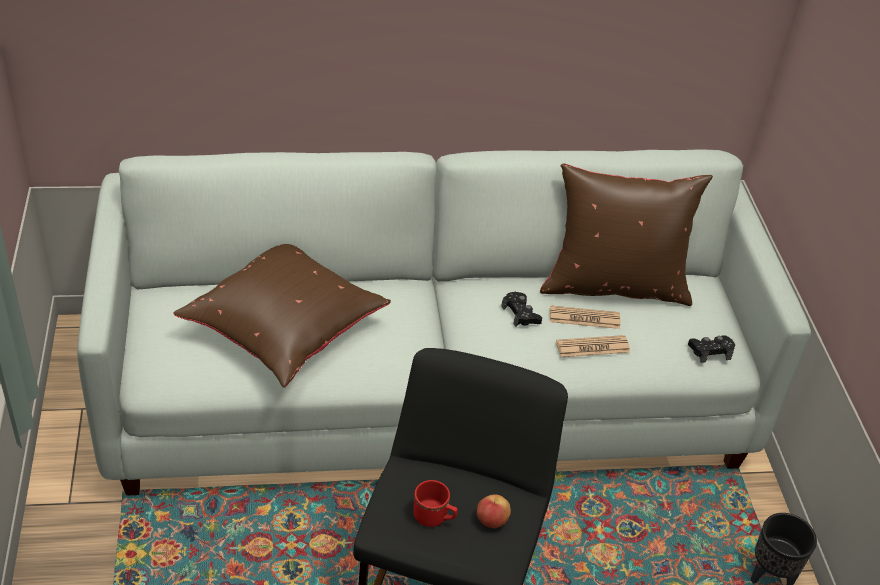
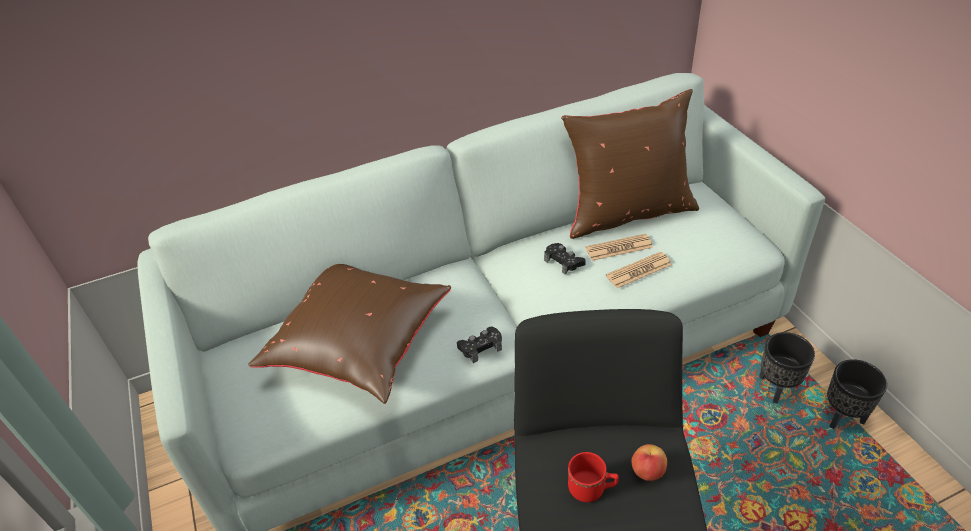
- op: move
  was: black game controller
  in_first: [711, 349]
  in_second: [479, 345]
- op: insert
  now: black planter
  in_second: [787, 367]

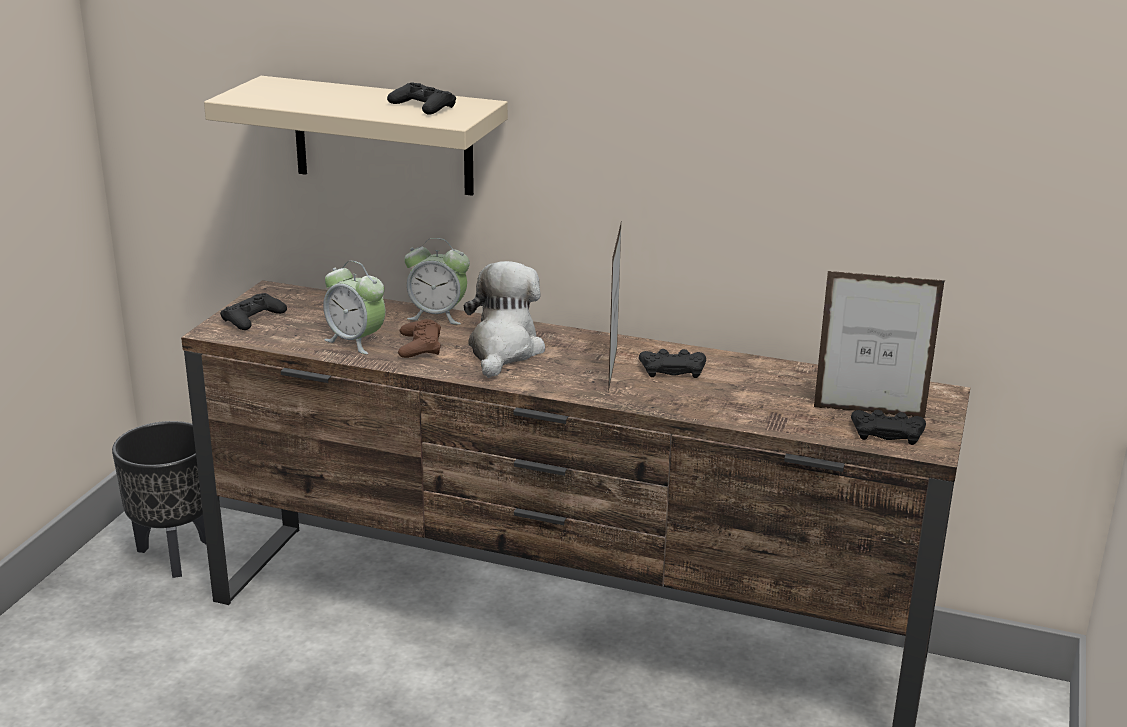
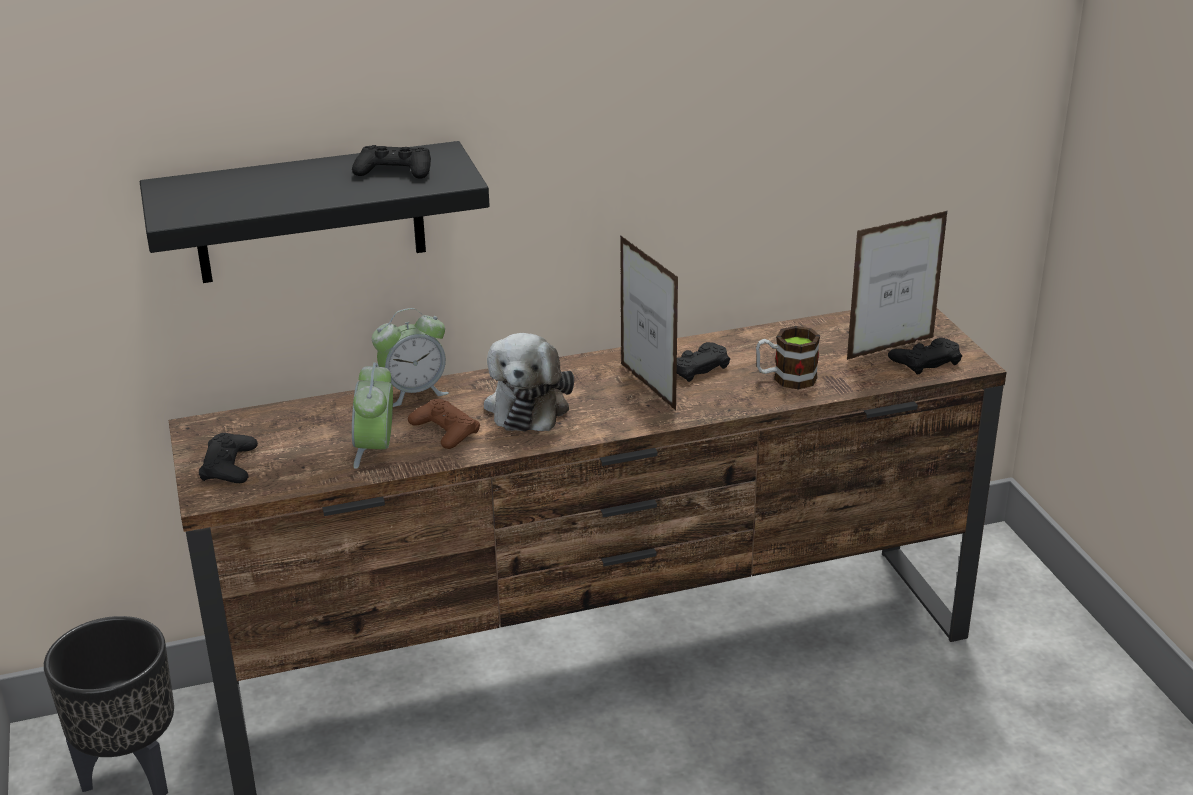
- op: recolor
  was: beige shelf
  now: black shelf
  in_first: [356, 136]
  in_second: [315, 212]
- op: rotate
  was: alarm clock
  in_first: [354, 307]
  in_second: [372, 415]
  clockwise: 90
- op: rotate
  was: plush toy
  in_first: [504, 319]
  in_second: [529, 382]
  clockwise: -150
- op: insert
  now: mug
  in_second: [788, 357]

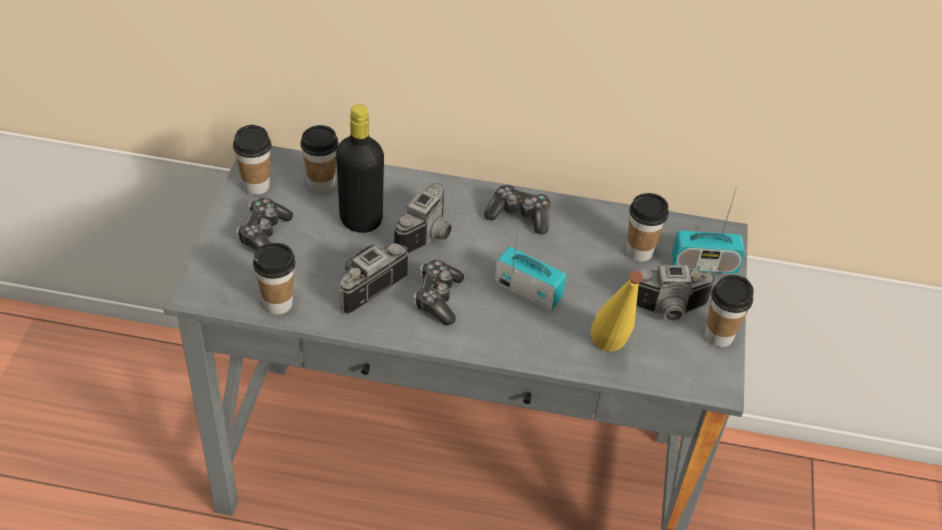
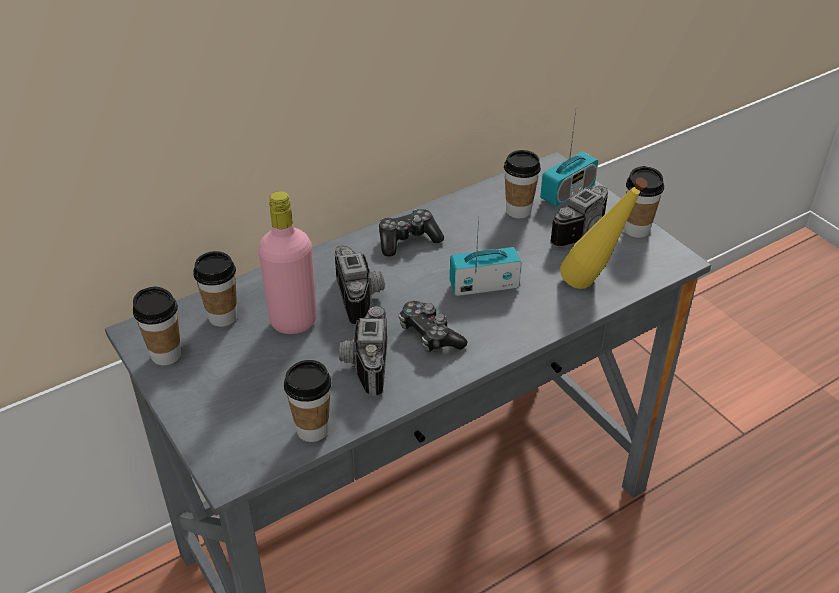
- op: delete
  was: game controller
  in_first: [265, 224]
- op: recolor
  was: black bottle
  now: pink bottle
  in_first: [360, 168]
  in_second: [287, 262]

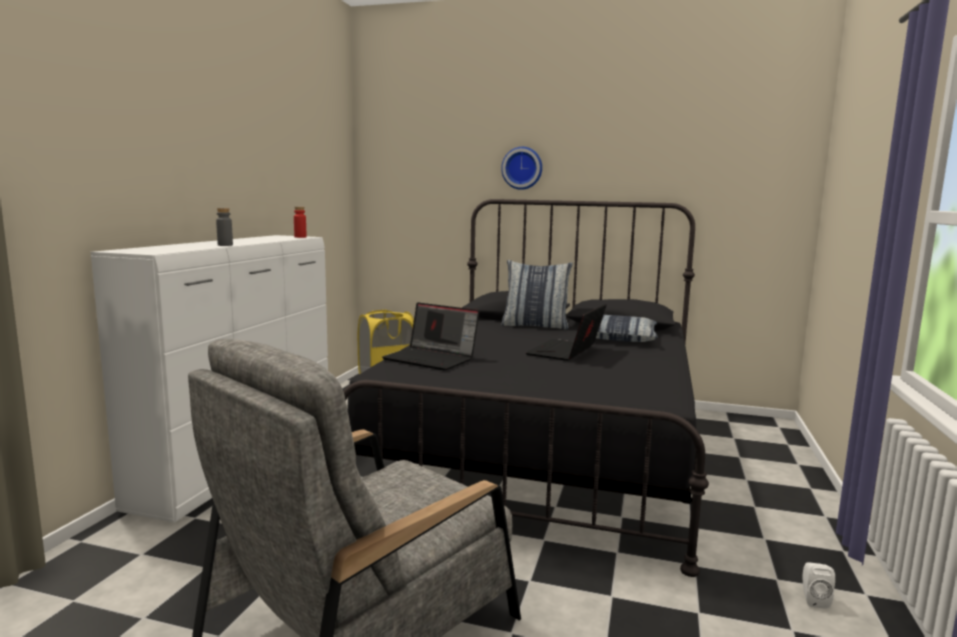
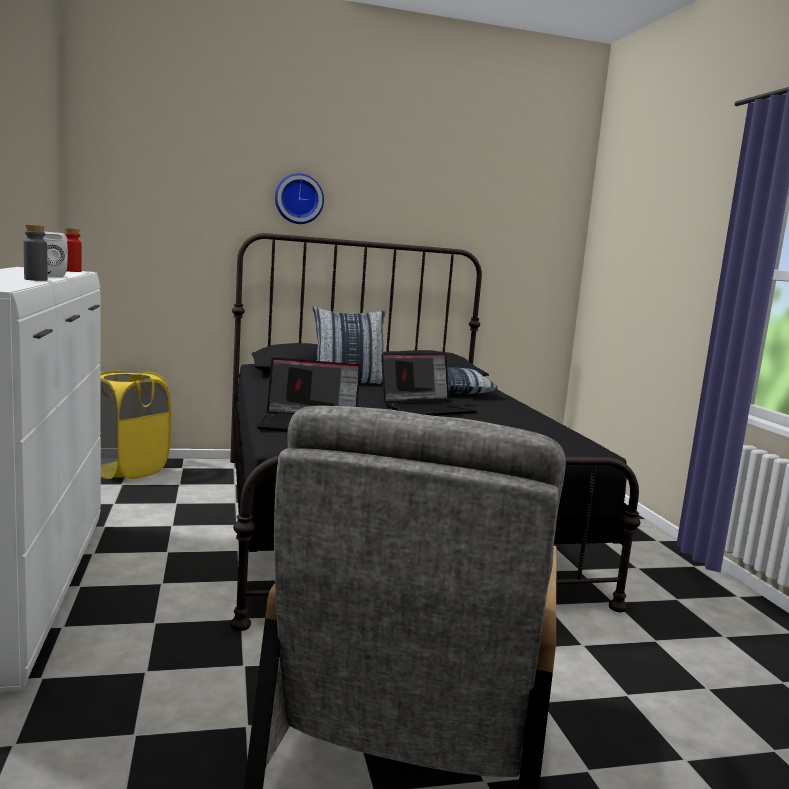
- op: rotate
  was: laptop
  in_first: [566, 332]
  in_second: [429, 384]
  clockwise: -120
- op: move
  was: white speaker
  in_first: [818, 585]
  in_second: [55, 254]

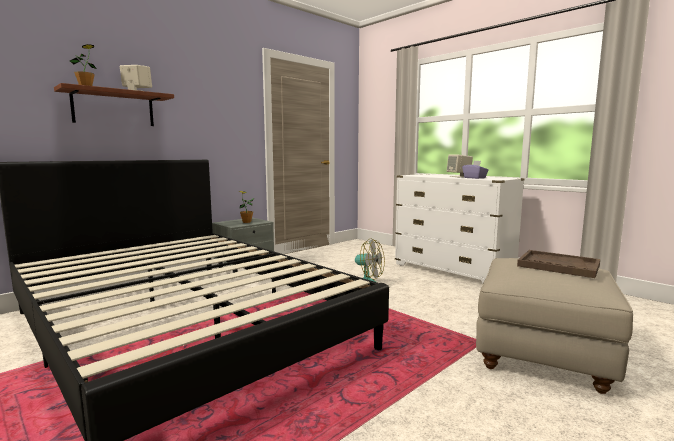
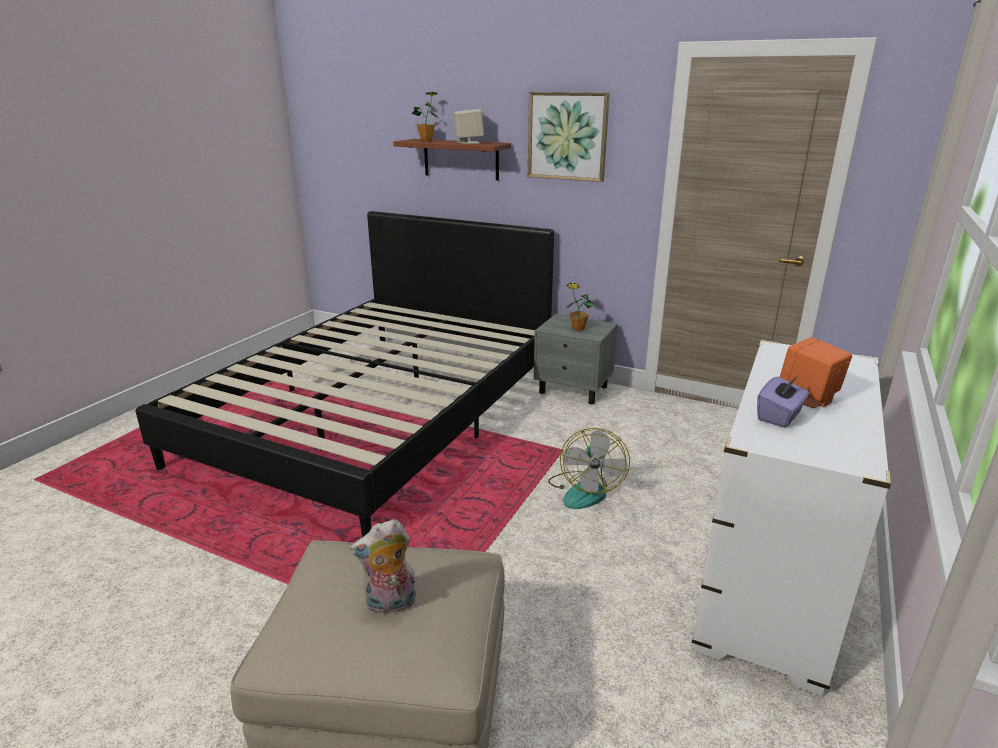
- op: recolor
  was: beige speaker
  now: orange speaker
  in_first: [460, 166]
  in_second: [816, 372]
- op: replace
  was: brown tray
  now: plush toy
  in_first: [558, 264]
  in_second: [383, 566]
- op: insert
  now: picture
  in_second: [569, 137]

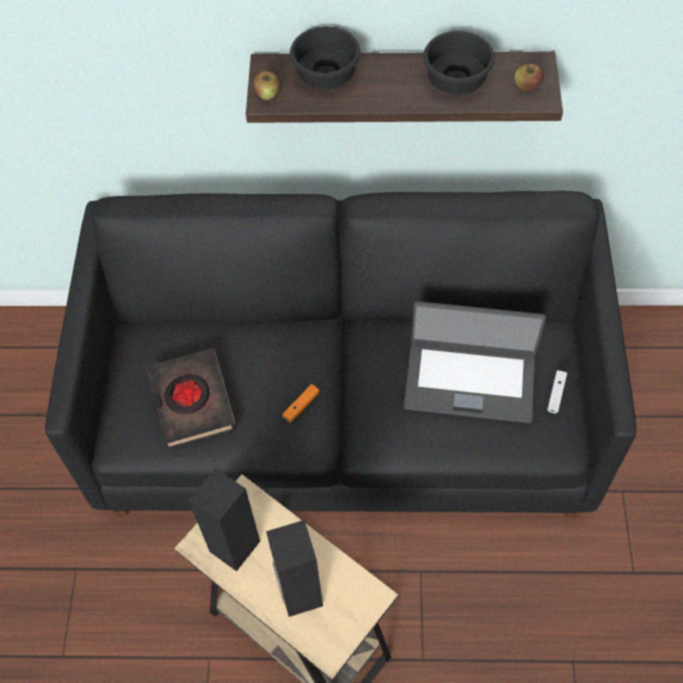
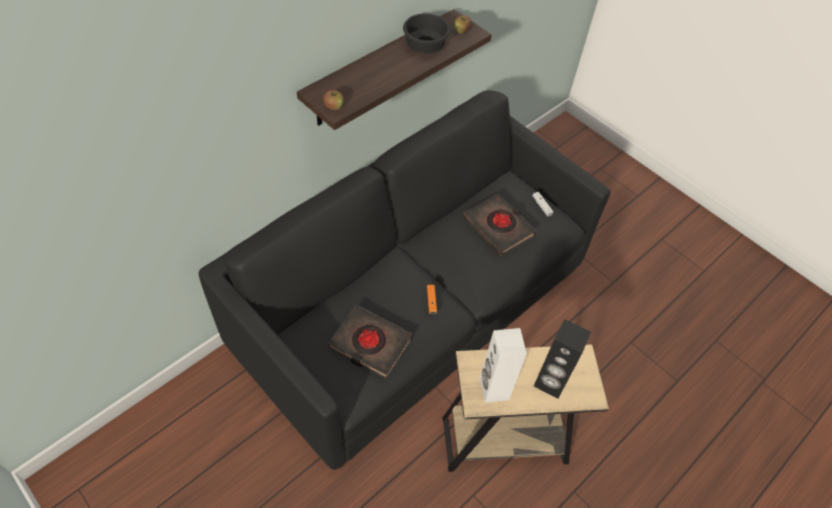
- op: recolor
  was: black speaker
  now: white speaker
  in_first: [224, 519]
  in_second: [503, 365]
- op: delete
  was: black bowl
  in_first: [325, 57]
- op: replace
  was: laptop
  now: black book
  in_first: [475, 362]
  in_second: [500, 224]

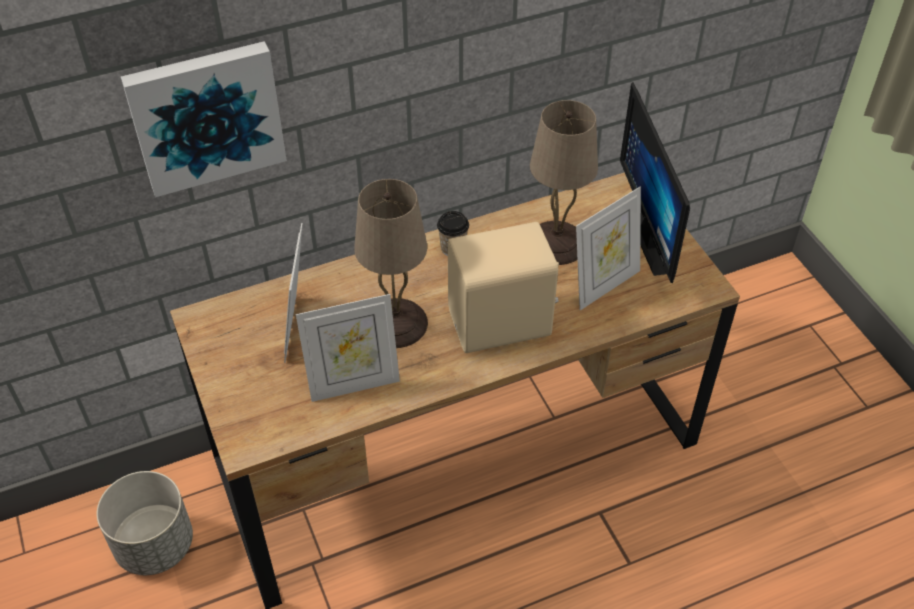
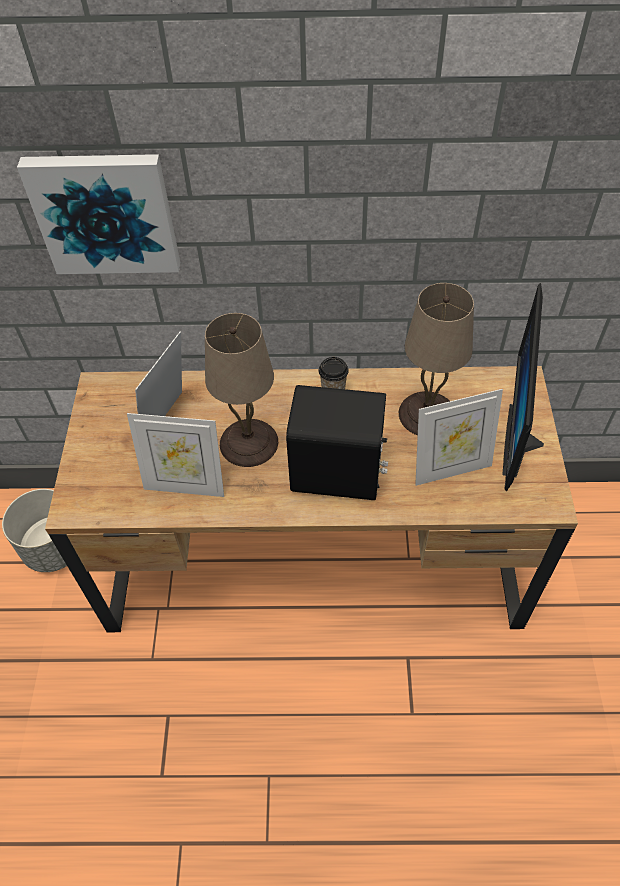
- op: recolor
  was: beige speaker
  now: black speaker
  in_first: [503, 287]
  in_second: [337, 442]

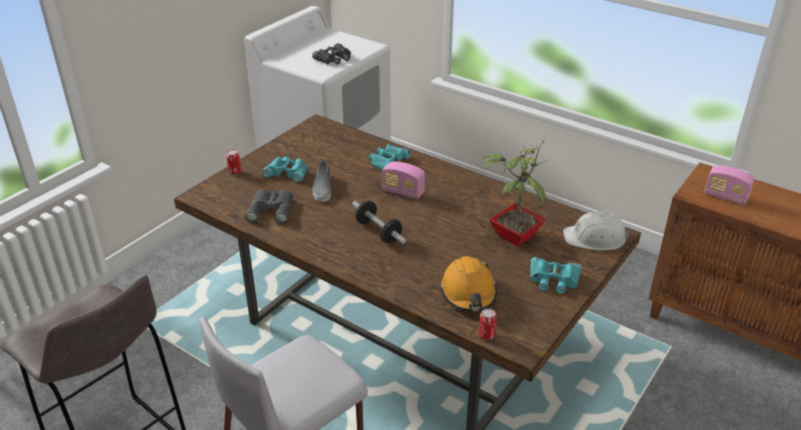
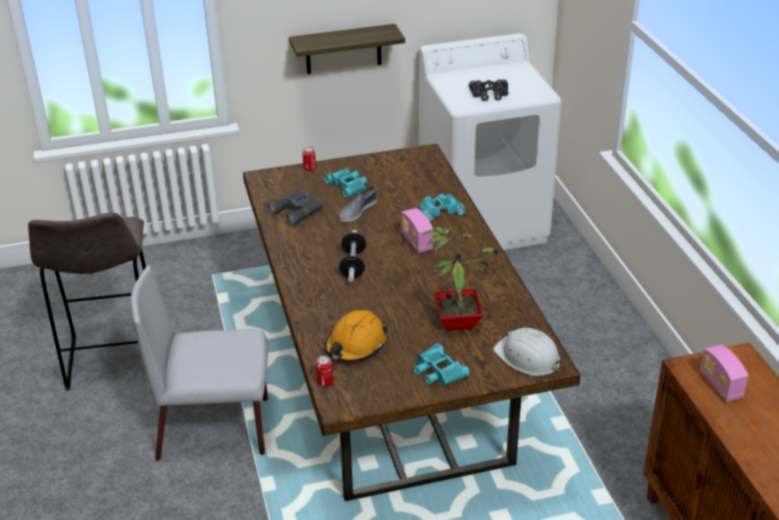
- op: insert
  now: shelf
  in_second: [347, 49]

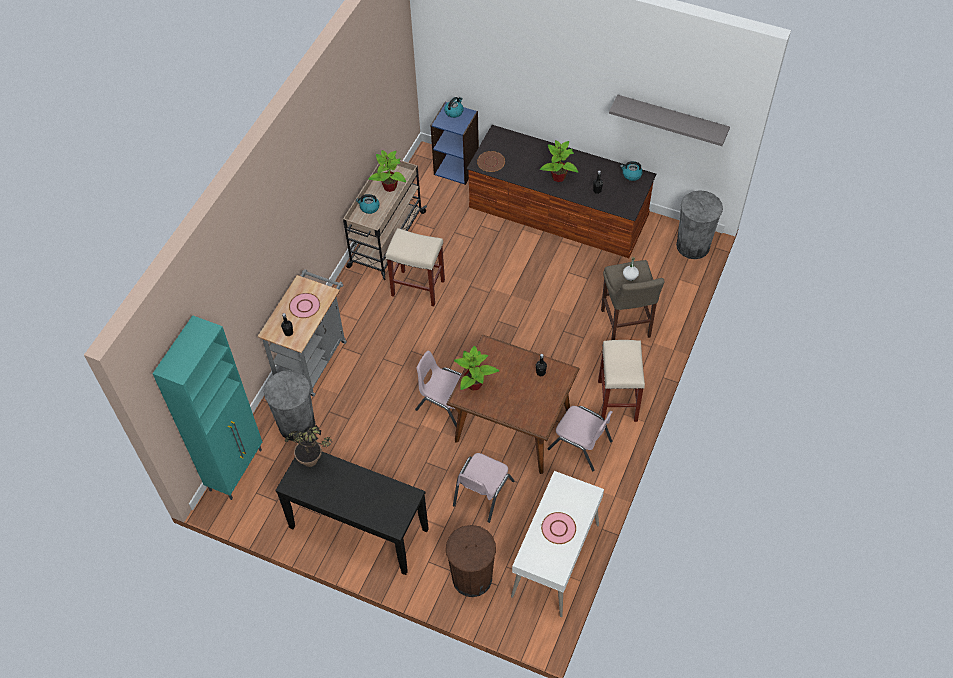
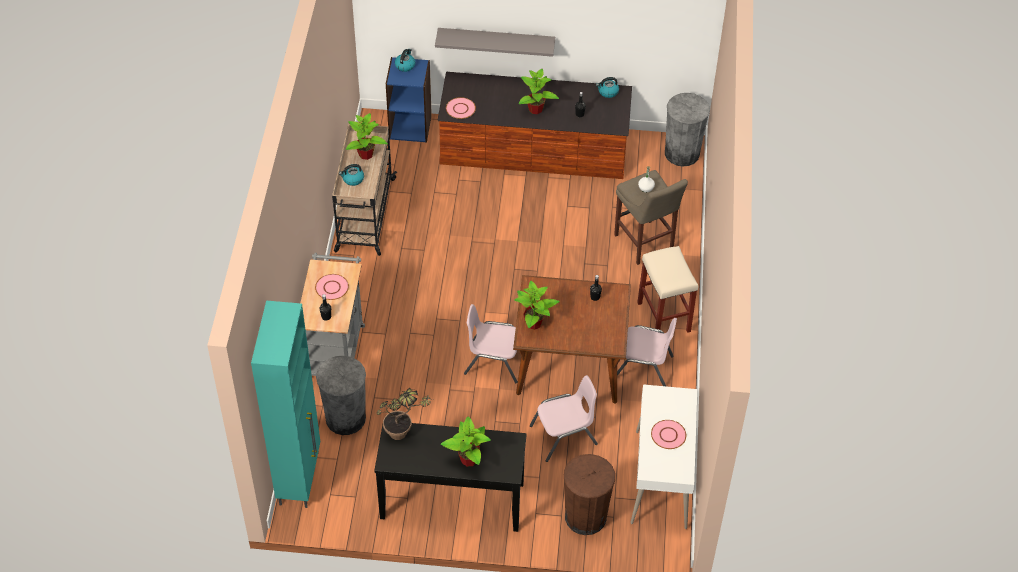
- op: delete
  was: beige stool
  in_first: [415, 267]
- op: rotate
  was: pink chair
  in_first: [484, 488]
  in_second: [564, 418]
  clockwise: -120
- op: recolor
  was: brown plate
  now: pink plate
  in_first: [491, 161]
  in_second: [461, 108]
- op: move
  was: grey shelf
  in_first: [669, 120]
  in_second: [495, 42]
- op: insert
  now: potted plant
  in_second: [466, 442]

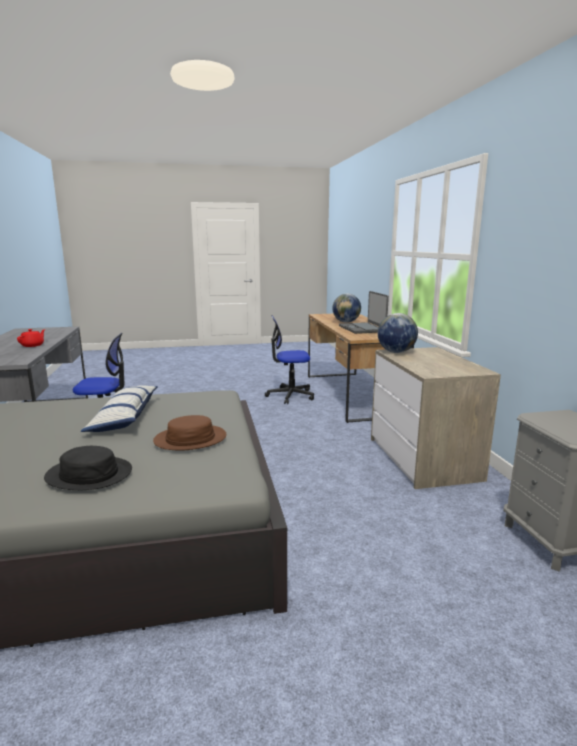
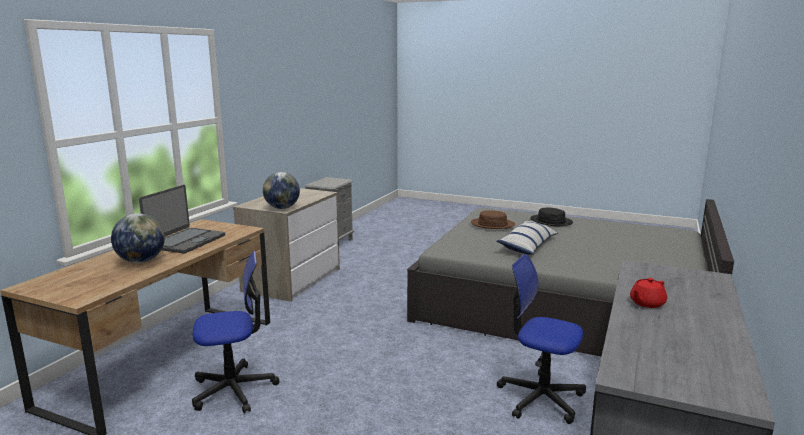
- op: rotate
  was: office chair
  in_first: [289, 359]
  in_second: [235, 332]
  clockwise: -45

